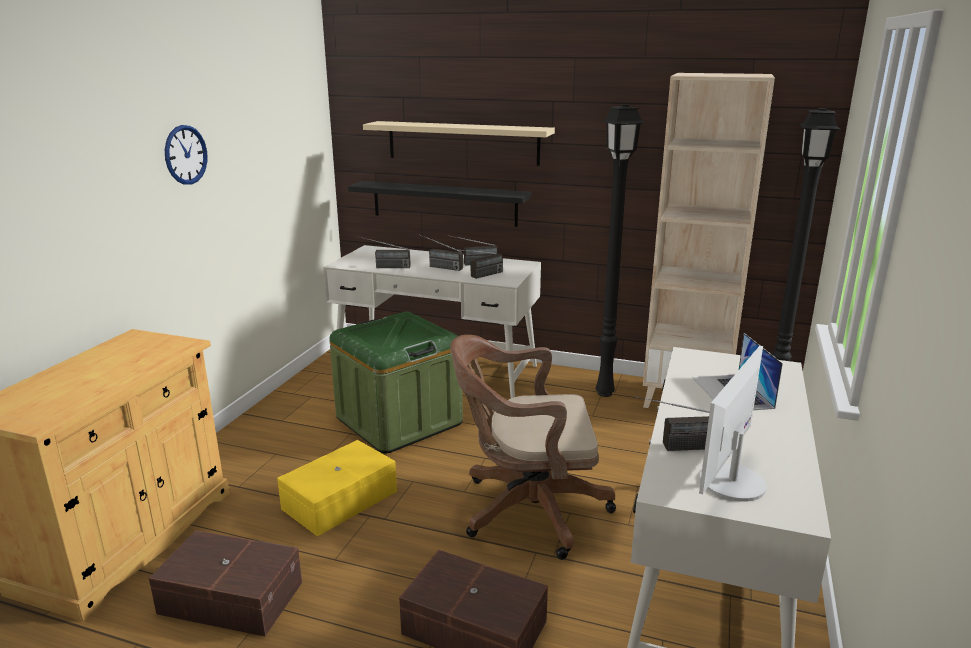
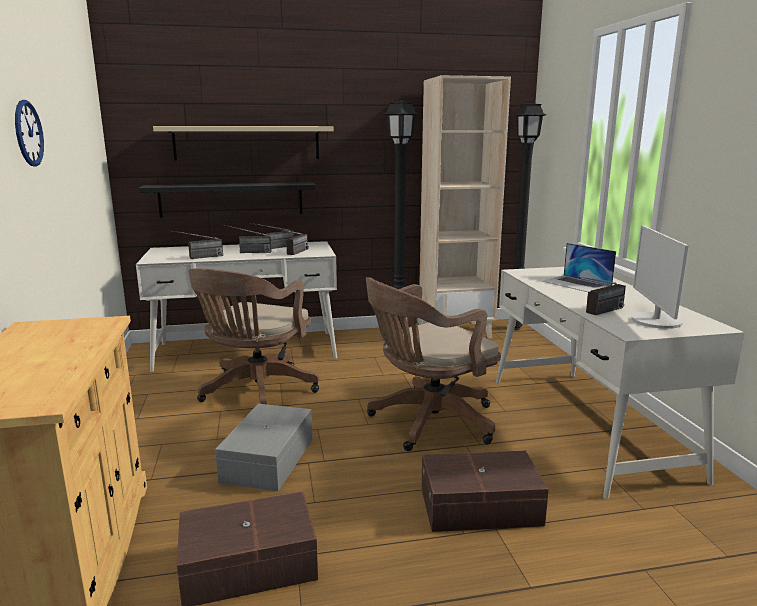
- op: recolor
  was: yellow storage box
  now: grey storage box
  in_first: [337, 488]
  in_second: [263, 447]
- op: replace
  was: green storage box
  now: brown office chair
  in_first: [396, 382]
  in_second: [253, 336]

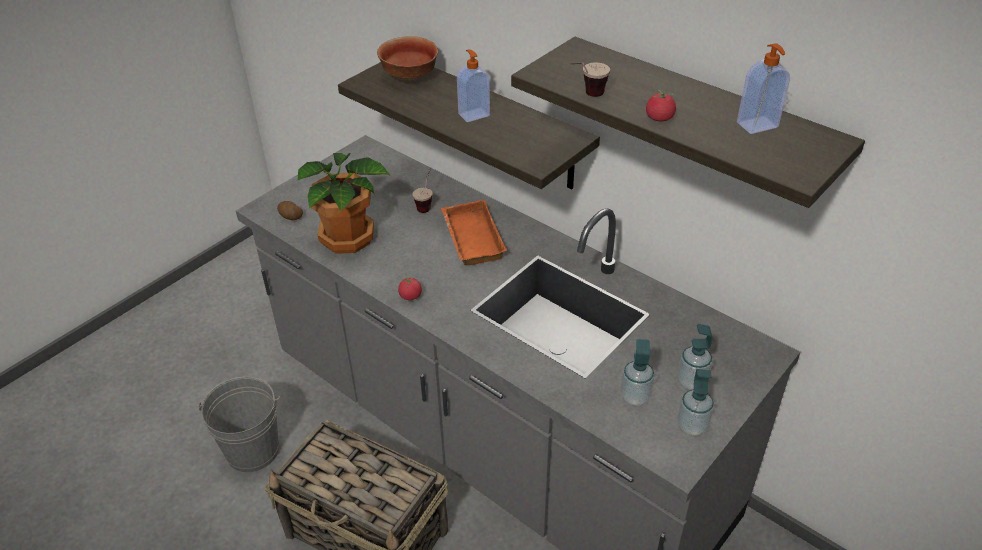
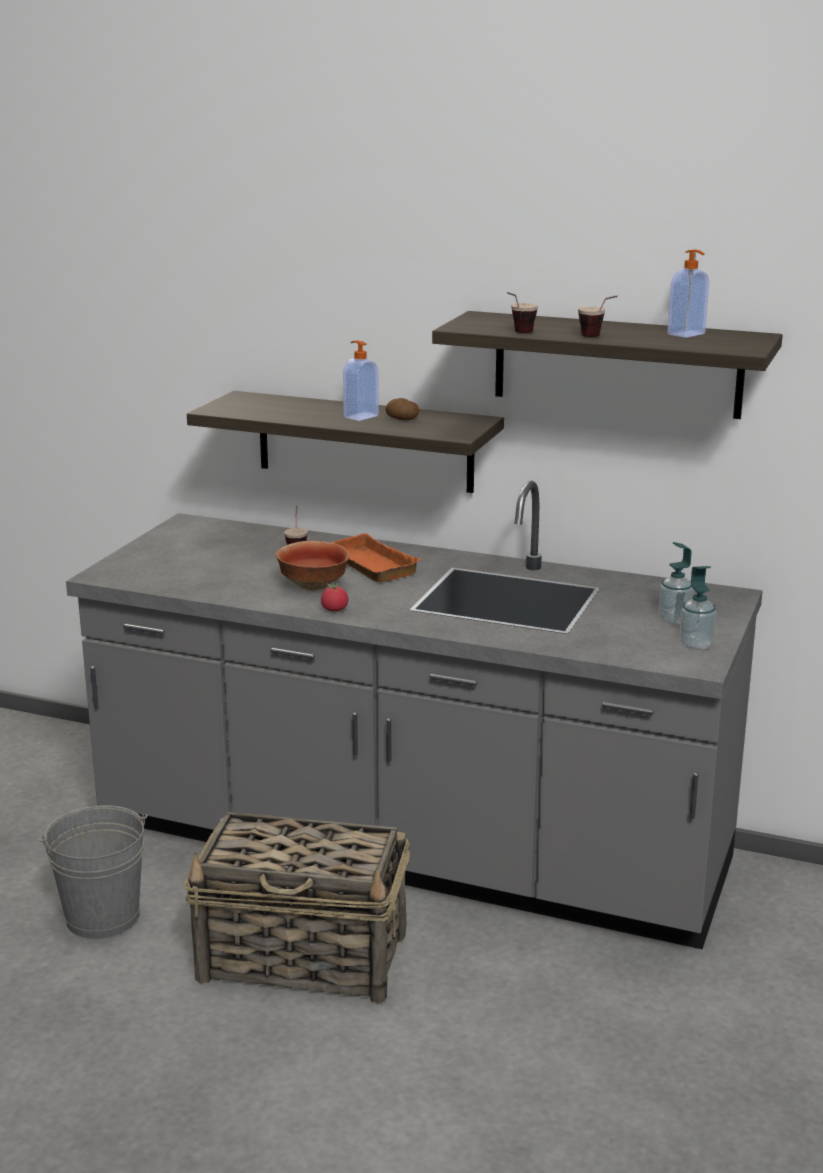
- op: move
  was: potato
  in_first: [290, 210]
  in_second: [402, 409]
- op: delete
  was: potted plant
  in_first: [344, 203]
- op: move
  was: bowl
  in_first: [407, 59]
  in_second: [313, 565]
- op: delete
  was: soap dispenser
  in_first: [638, 372]
- op: replace
  was: tomato
  now: cup
  in_first: [661, 105]
  in_second: [598, 316]

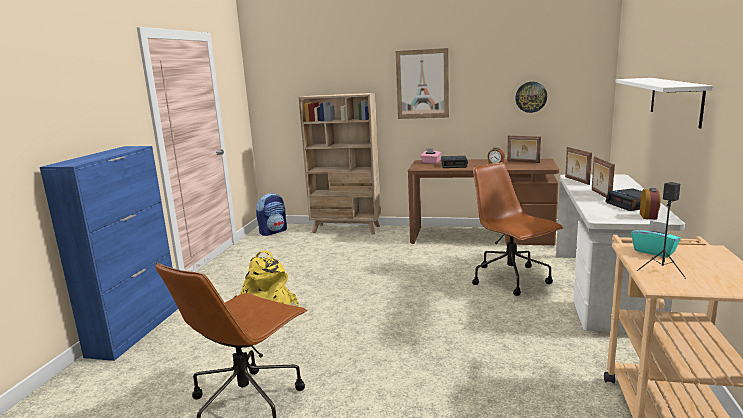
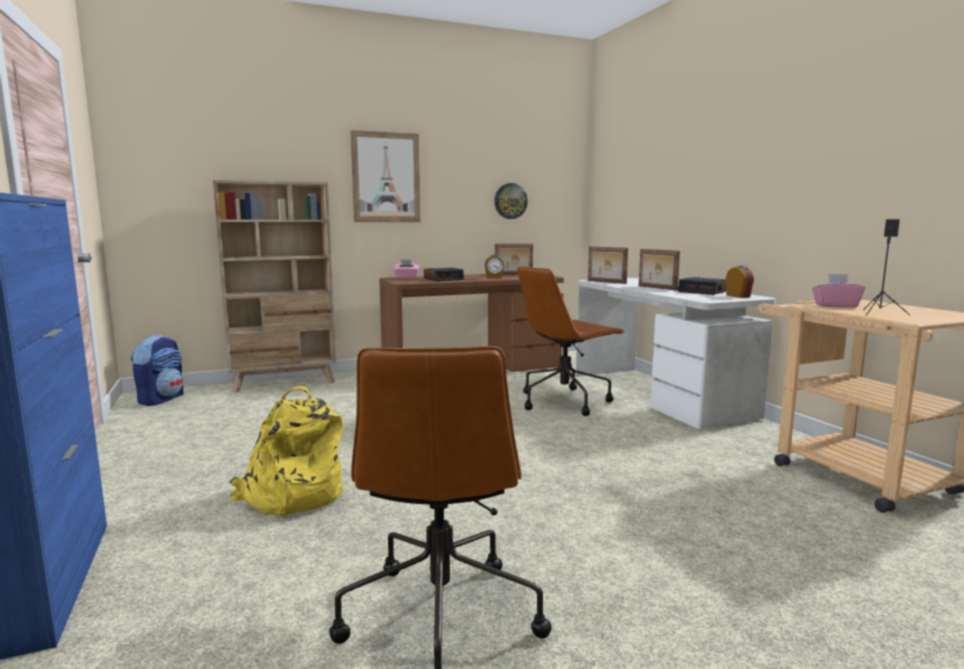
- op: rotate
  was: brown office chair
  in_first: [518, 229]
  in_second: [570, 341]
  clockwise: -60
- op: delete
  was: white shelf
  in_first: [664, 103]
- op: recolor
  was: turquoise tissue box
  now: pink tissue box
  in_first: [656, 238]
  in_second: [838, 291]

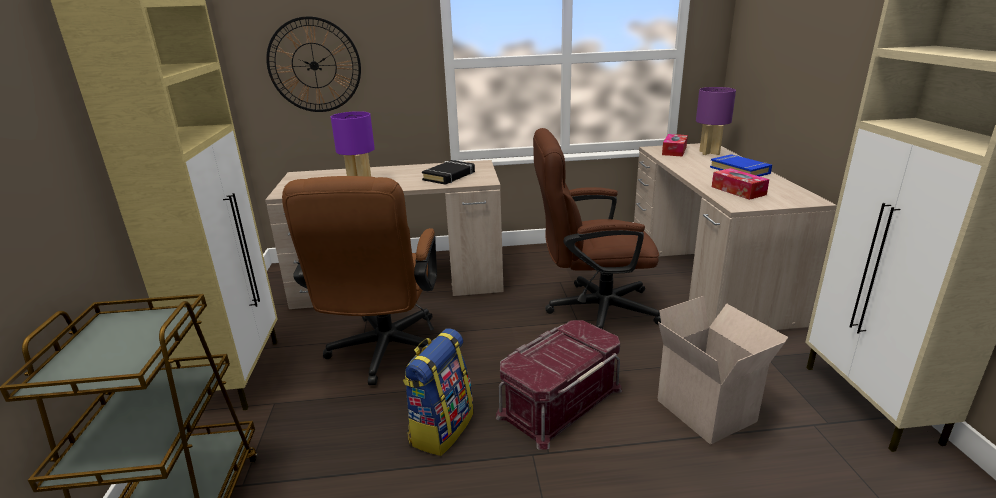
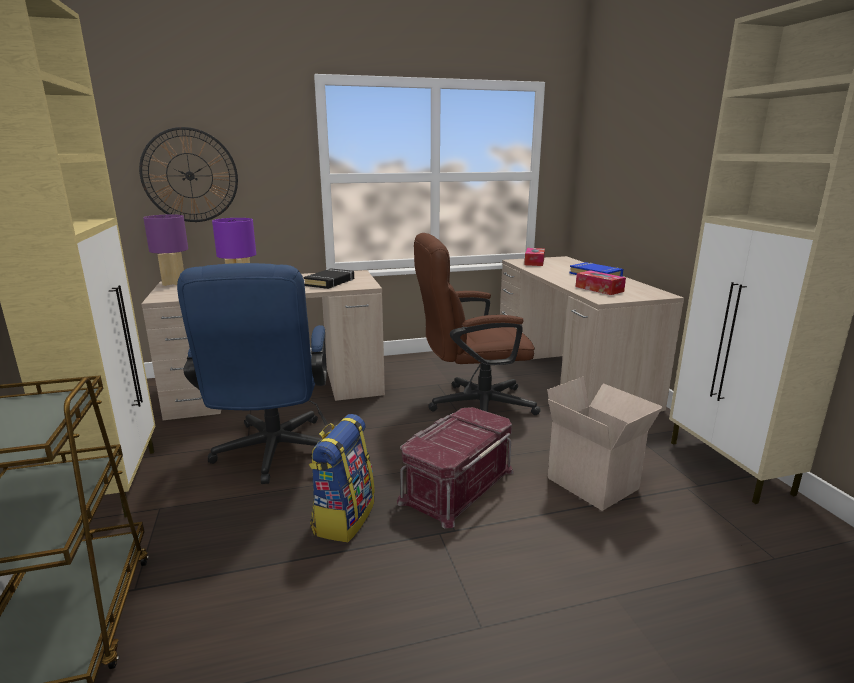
- op: recolor
  was: brown office chair
  now: blue office chair
  in_first: [359, 280]
  in_second: [252, 373]
- op: move
  was: purple table lamp
  in_first: [716, 121]
  in_second: [165, 250]

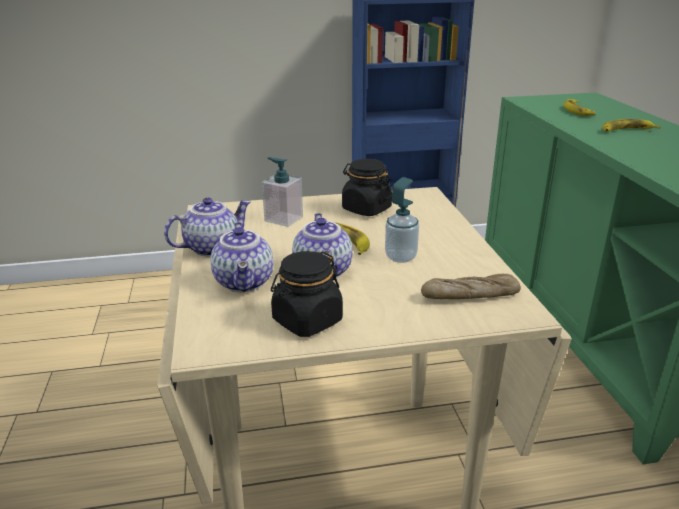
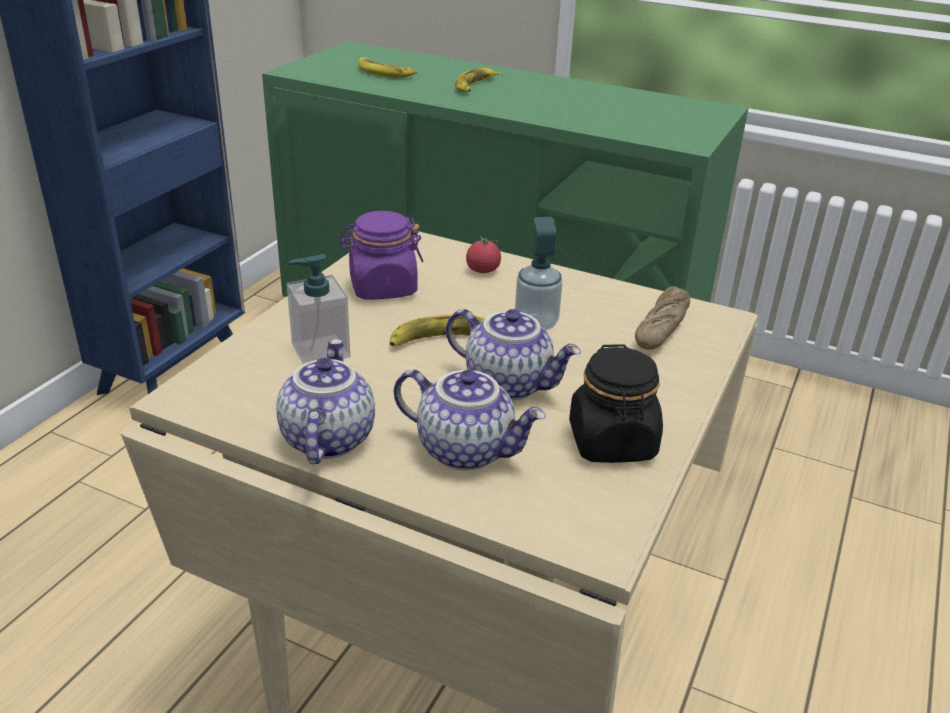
- op: recolor
  was: black jar
  now: purple jar
  in_first: [367, 187]
  in_second: [381, 255]
- op: insert
  now: tomato
  in_second: [483, 254]

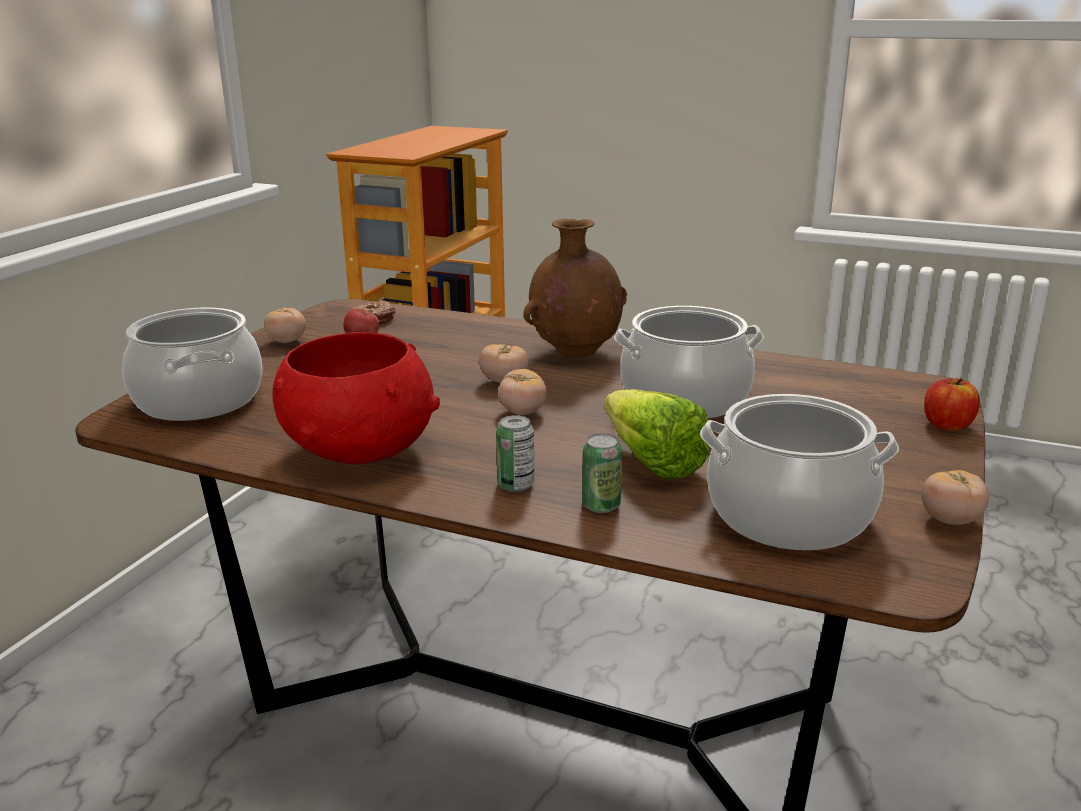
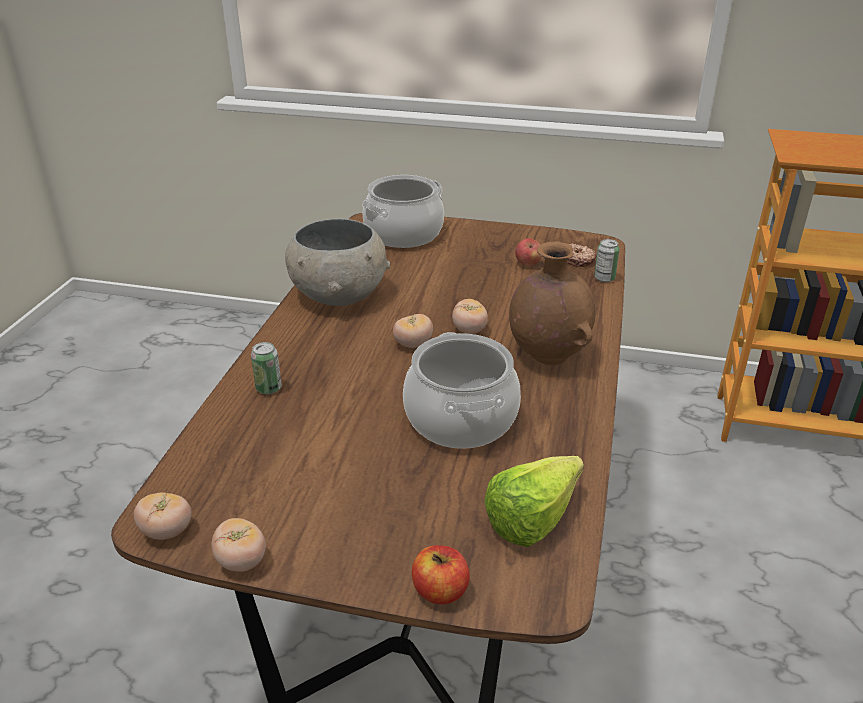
- op: move
  was: tomato
  in_first: [285, 325]
  in_second: [162, 516]
- op: recolor
  was: red bowl
  now: grey bowl
  in_first: [356, 398]
  in_second: [337, 262]
- op: move
  was: can
  in_first: [515, 453]
  in_second: [606, 260]
- op: move
  was: lettuce
  in_first: [657, 434]
  in_second: [534, 501]
- op: delete
  was: cooking pot
  in_first: [799, 472]

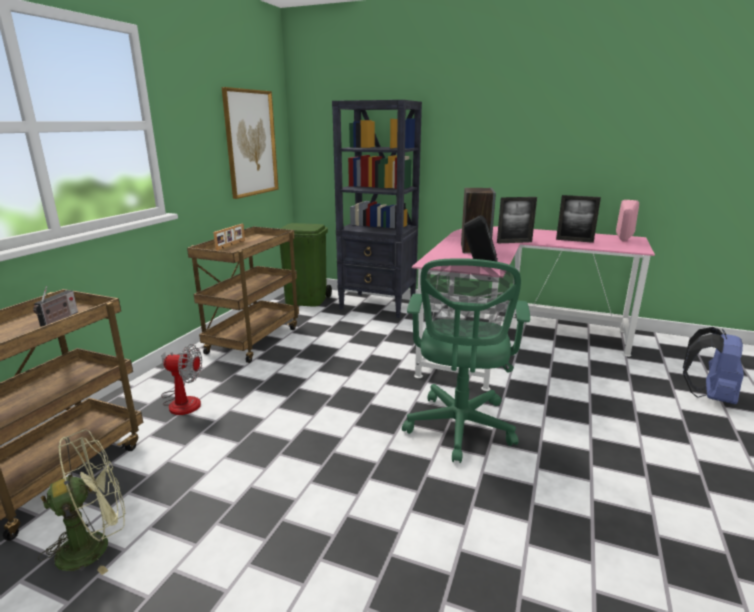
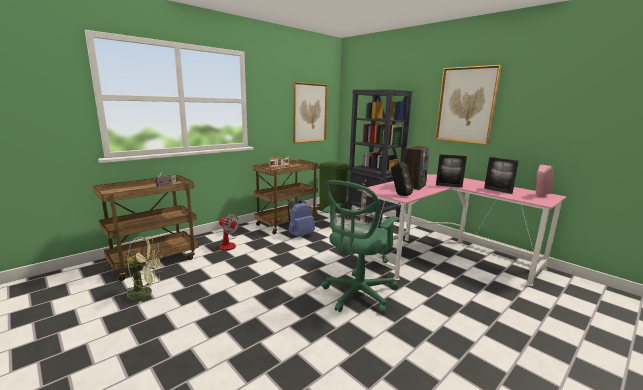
- op: move
  was: blue backpack
  in_first: [713, 365]
  in_second: [301, 218]
- op: insert
  now: picture
  in_second: [468, 105]

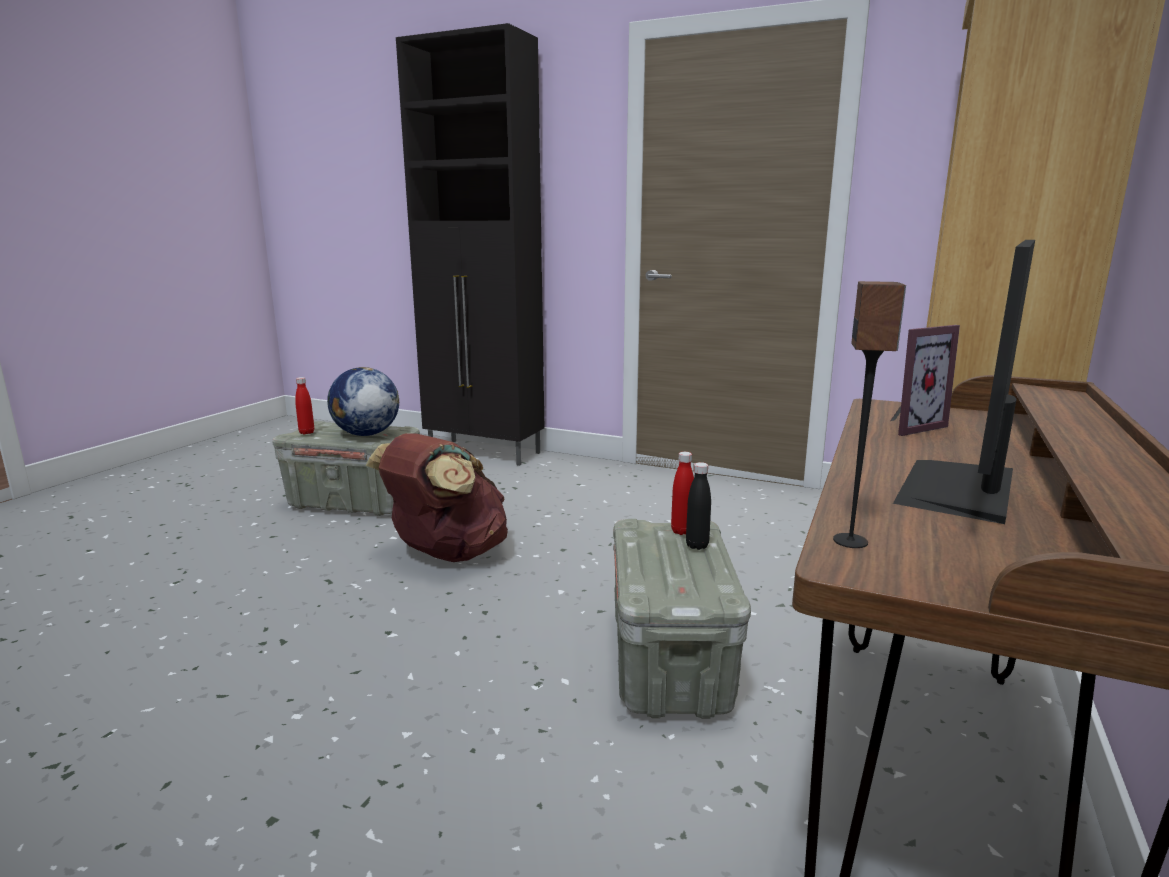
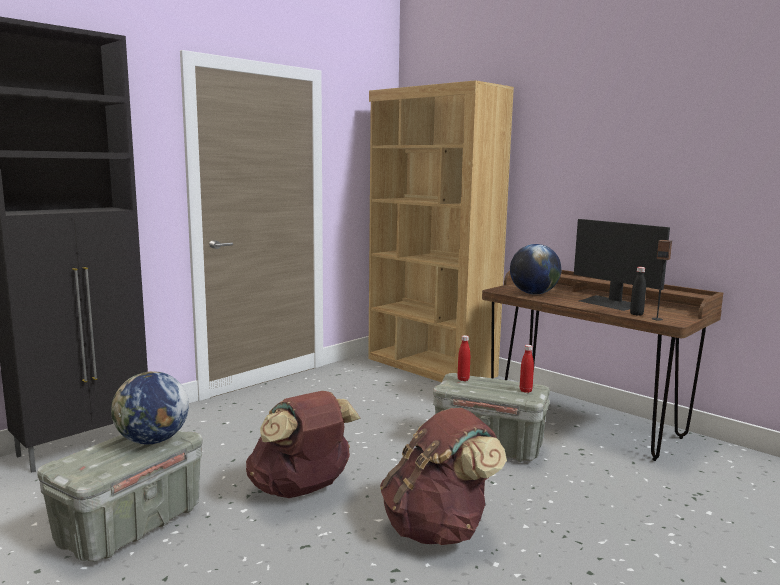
- op: move
  was: red bottle
  in_first: [304, 405]
  in_second: [527, 369]
- op: move
  was: black bottle
  in_first: [698, 506]
  in_second: [638, 291]
- op: replace
  was: picture frame
  now: globe
  in_first: [925, 380]
  in_second: [535, 269]
- op: insert
  now: brown backpack
  in_second: [443, 476]

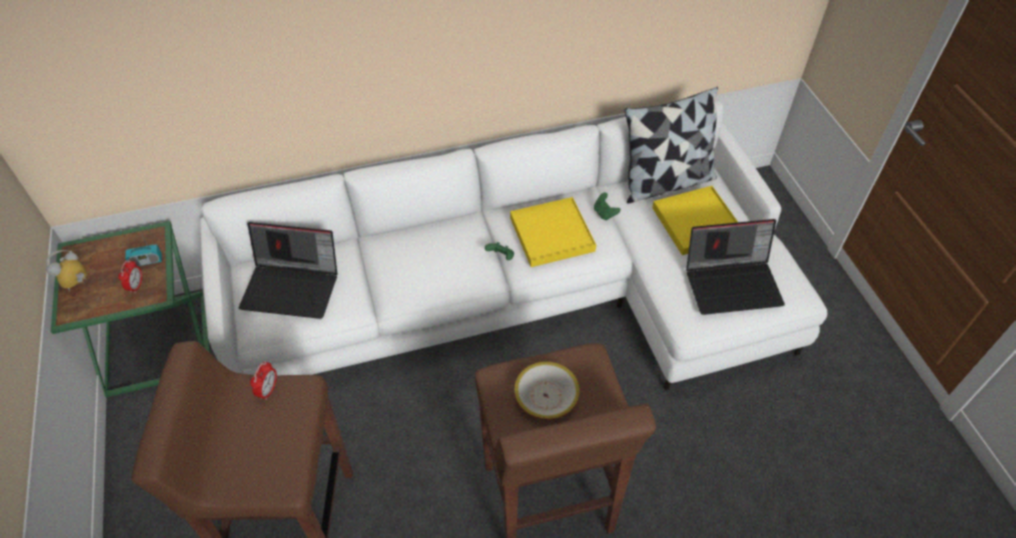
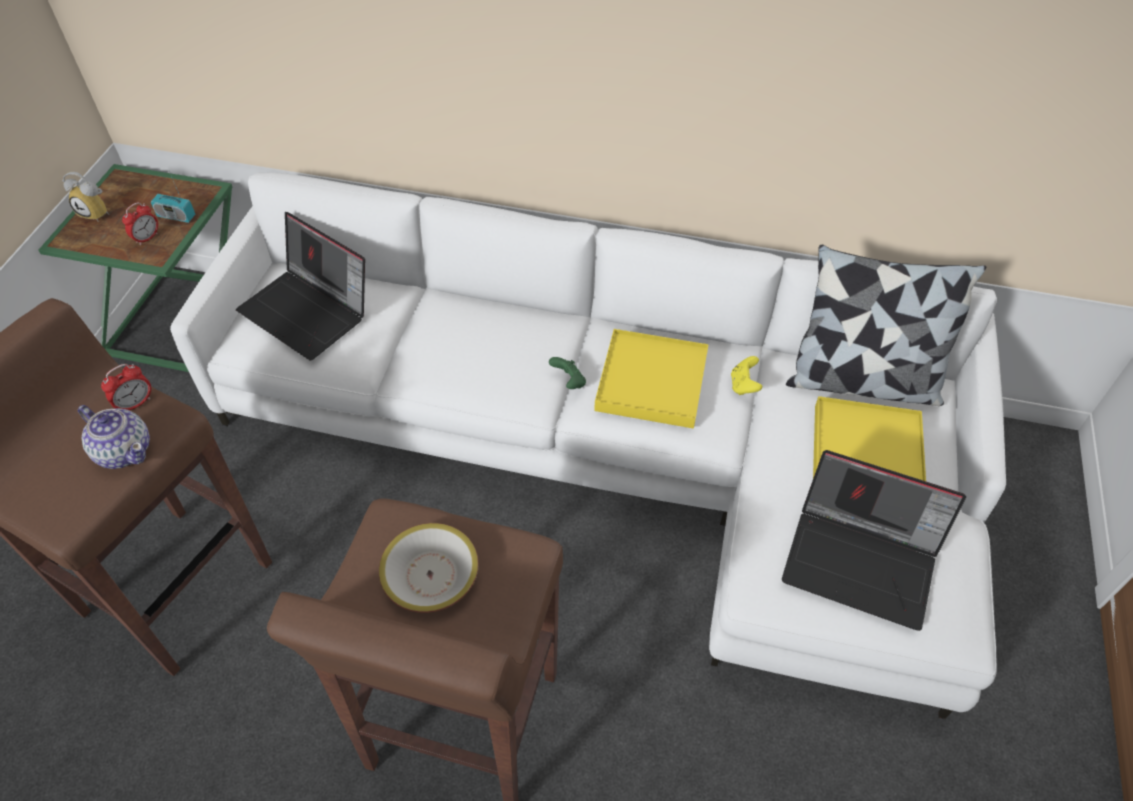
- op: rotate
  was: alarm clock
  in_first: [66, 270]
  in_second: [85, 197]
  clockwise: -135
- op: recolor
  was: green game controller
  now: yellow game controller
  in_first: [607, 206]
  in_second: [746, 375]
- op: insert
  now: teapot
  in_second: [114, 437]

